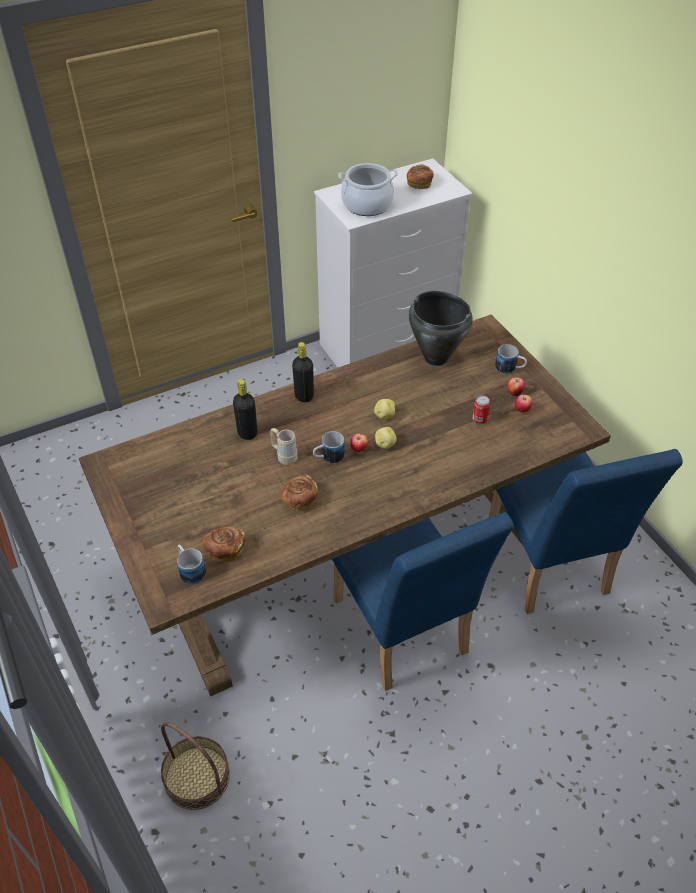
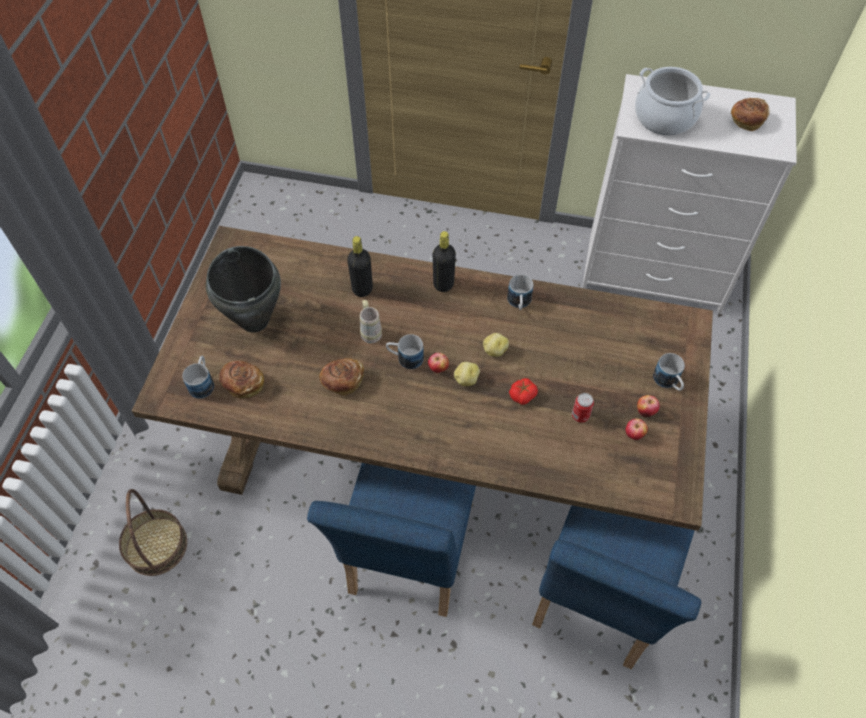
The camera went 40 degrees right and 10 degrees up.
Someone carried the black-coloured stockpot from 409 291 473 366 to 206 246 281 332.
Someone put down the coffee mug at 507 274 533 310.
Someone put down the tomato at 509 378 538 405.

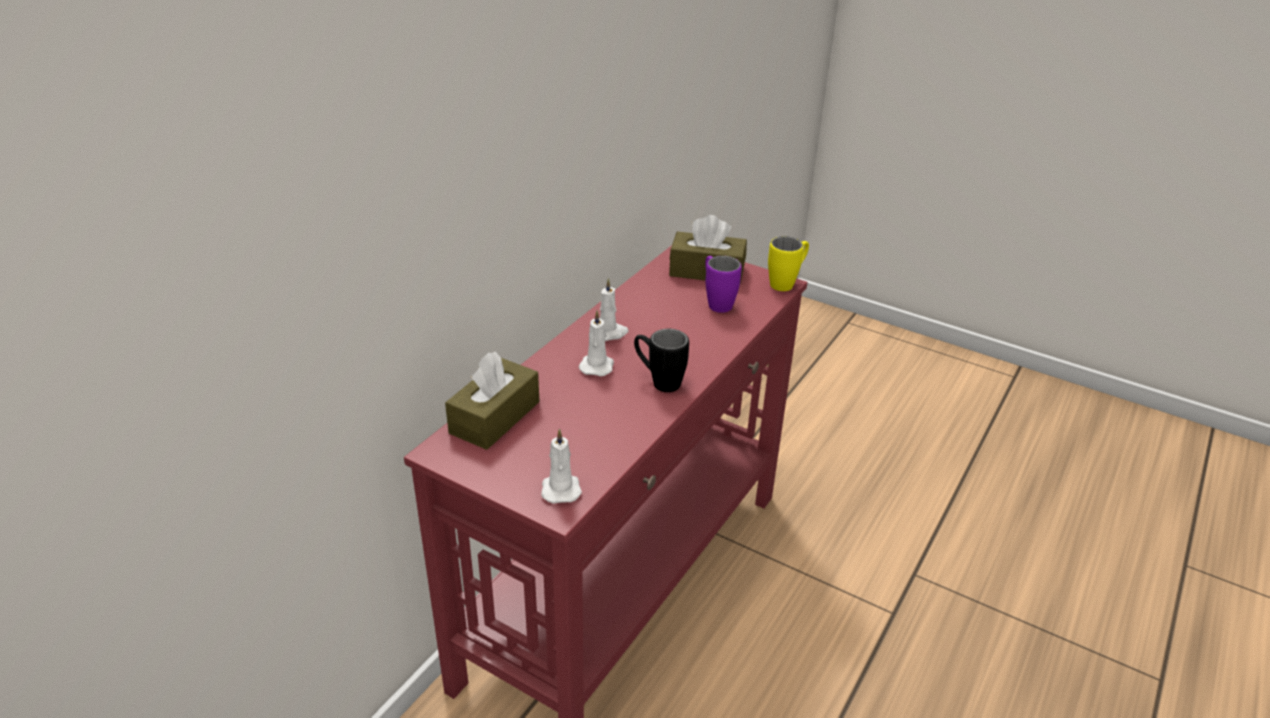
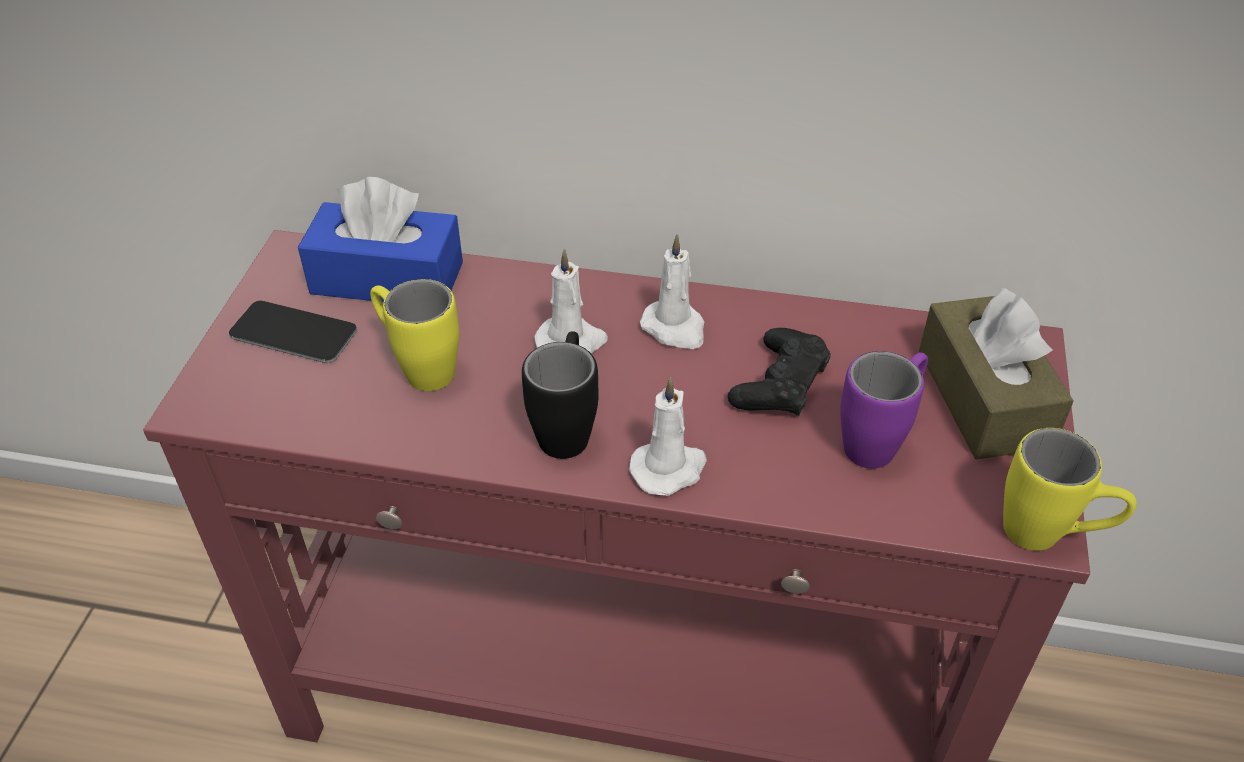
The camera went 70 degrees right and 10 degrees up.
Someone repainted the brownish tissue box at 445 352 539 450, which became the blue tissue box at 298 177 463 302.
Someone carried the white wax candle from 541 428 582 504 to 629 377 707 496.
Someone put down the handset at 229 301 357 363.
Someone put down the yellowish coffee mug at 370 279 459 391.
Someone put down the black-coloured gamepad at 728 328 831 416.

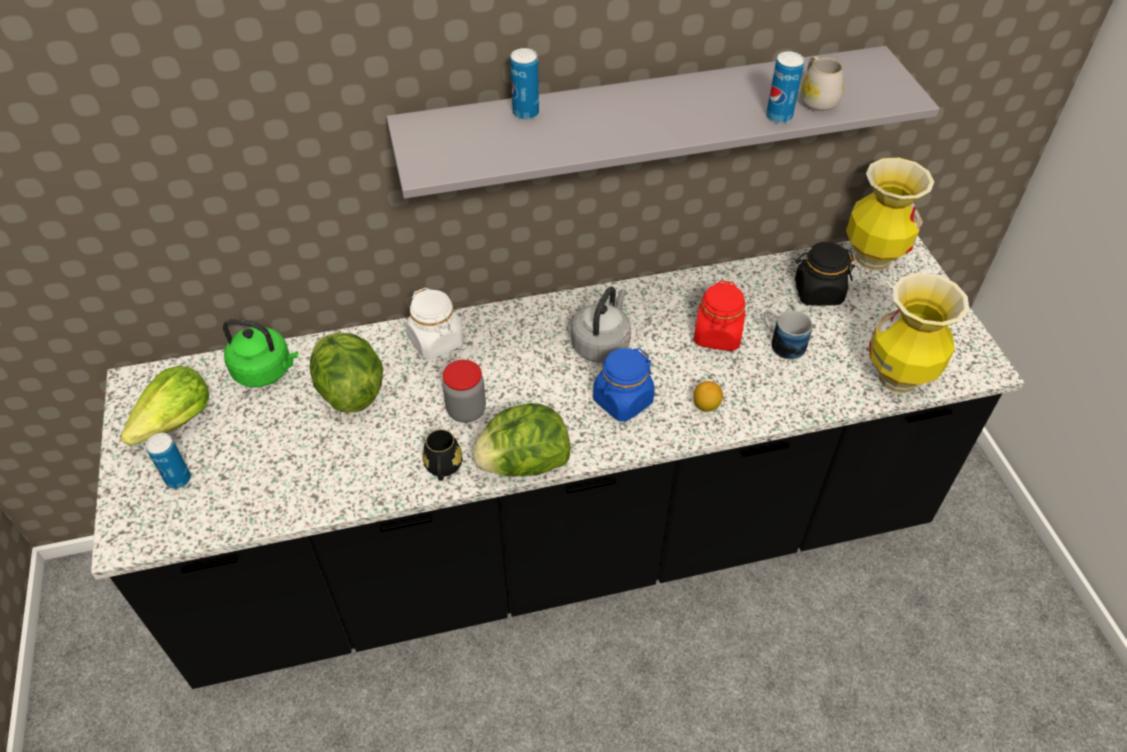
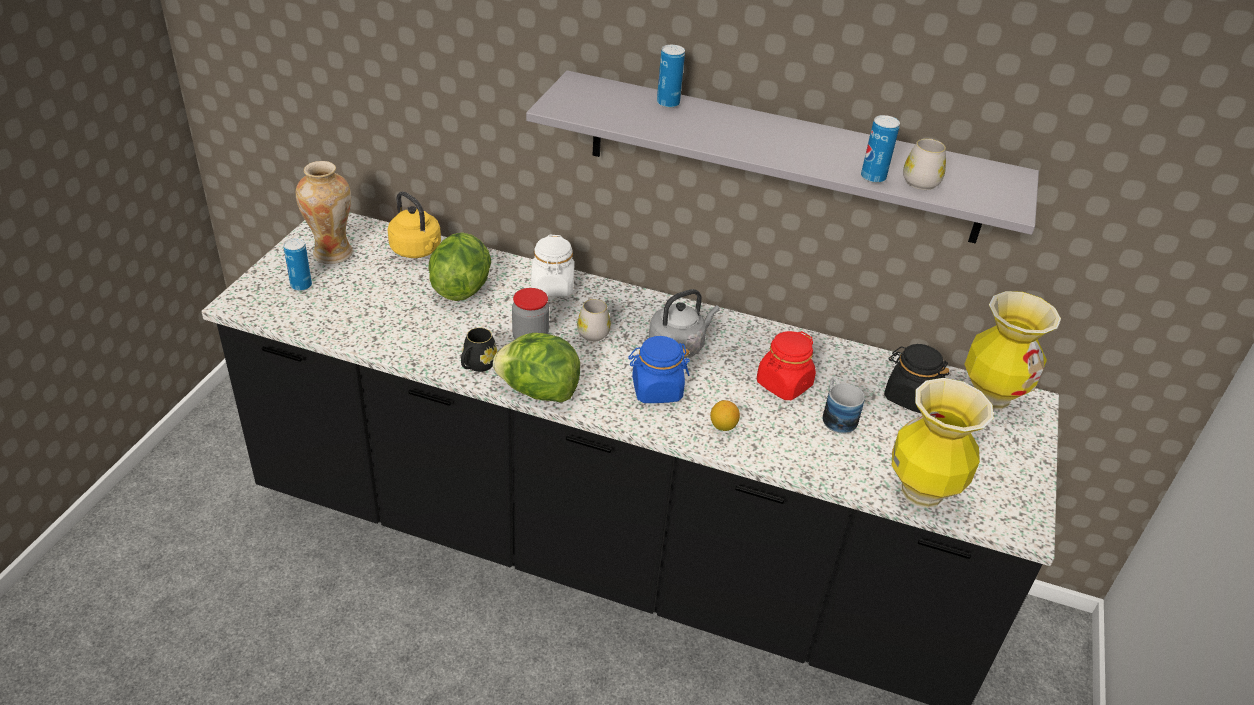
The camera went 30 degrees right and 10 degrees down.
Someone swapped the lettuce head at 120 365 209 446 for the vase at 296 161 353 264.
Someone repainted the green kettle at 223 319 298 387, which became the yellowish kettle at 388 191 441 258.
Someone put down the white coffee mug at 577 297 611 341.

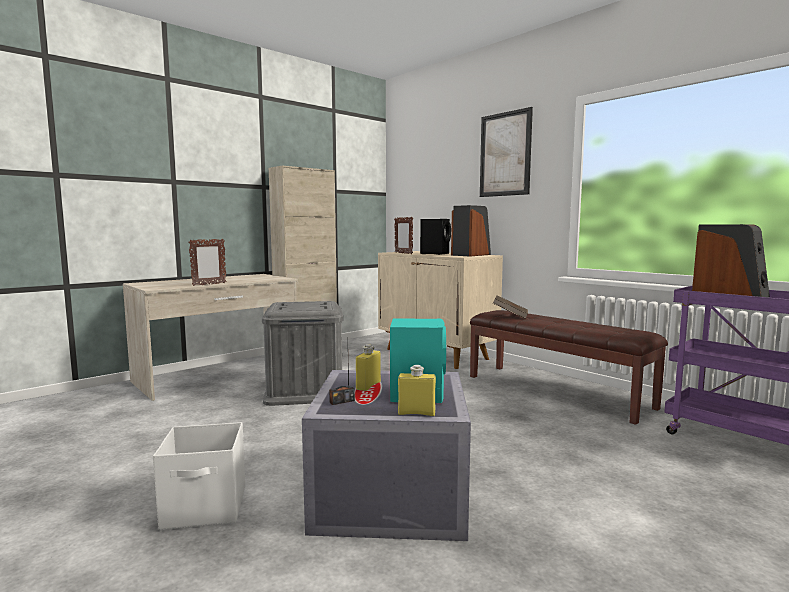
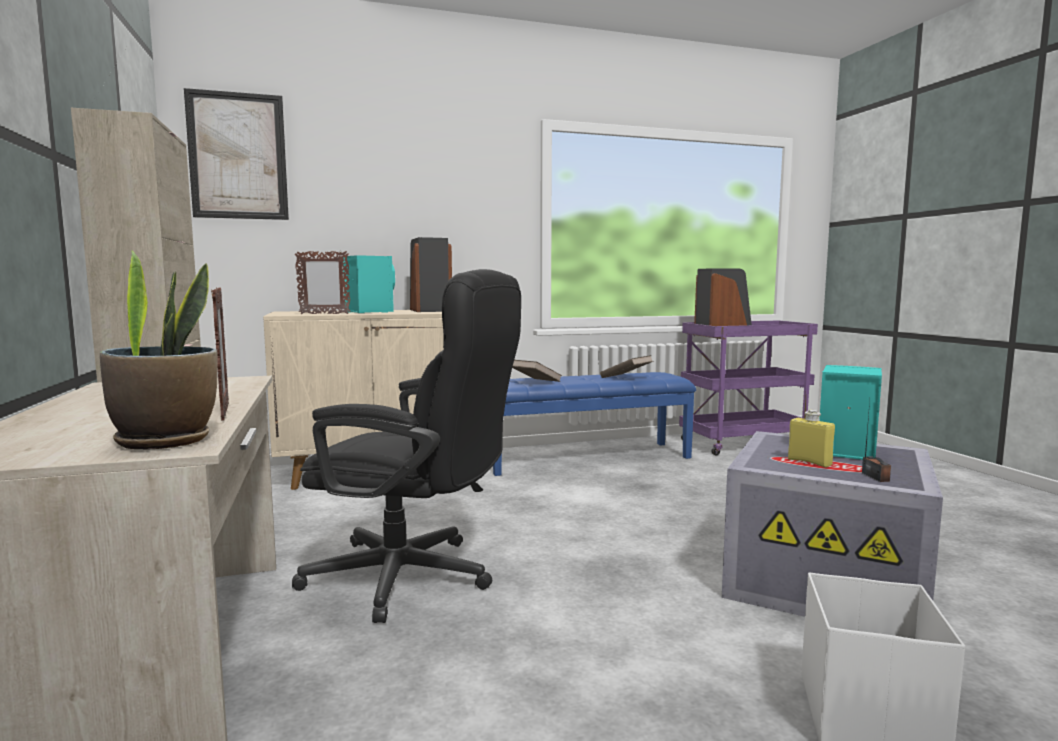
The camera went 65 degrees left and 0 degrees up.
Someone swapped the grey storage box at 262 301 343 406 for the black-coloured desk chair at 292 269 521 623.
Someone took away the yellowish bottle at 398 365 436 416.
Someone repainted the black-coloured loudspeaker at 420 219 451 255, which became the turquoise loudspeaker at 343 255 395 313.
Someone repainted the brownish indoor bench at 470 310 668 425, which became the blue indoor bench at 493 372 696 476.
Someone carried the picture from 480 107 533 197 to 184 88 289 220.
Someone put down the potted plant at 100 251 218 450.
Someone put down the brownish volume at 600 355 653 378.

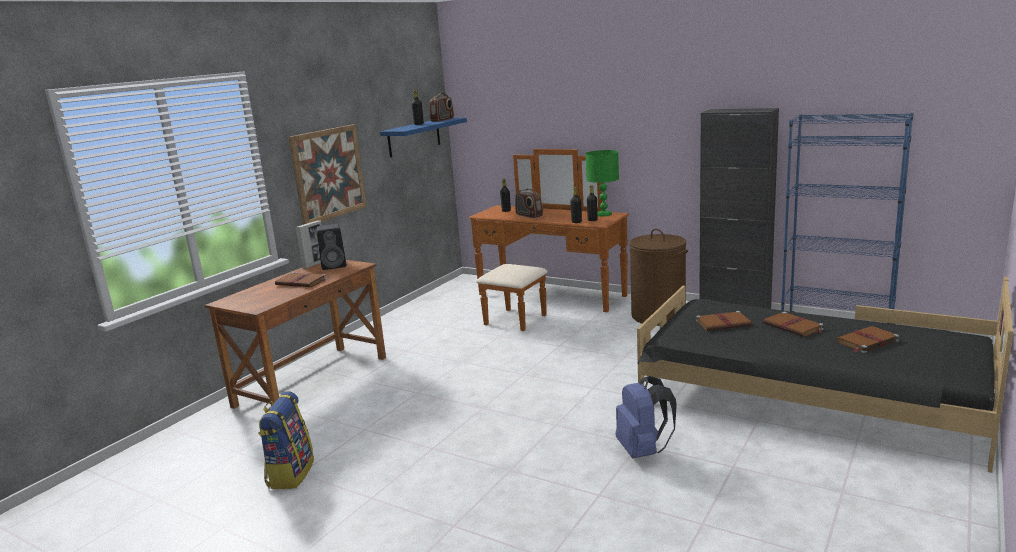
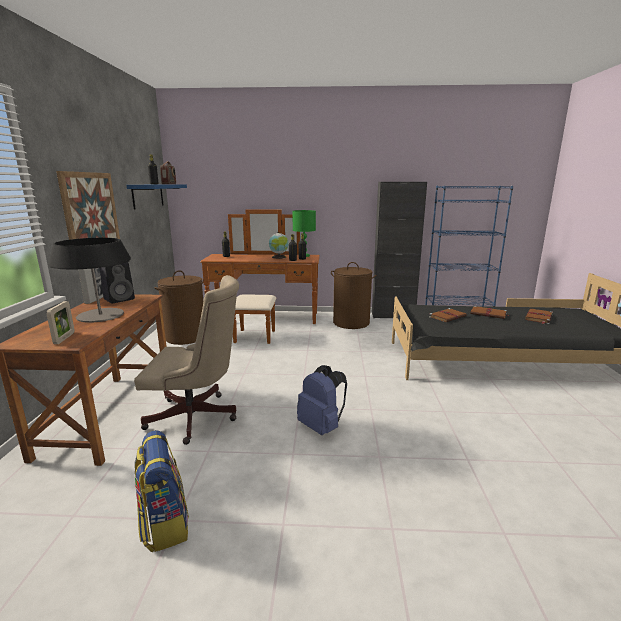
The camera went 30 degrees left and 0 degrees up.
Someone swapped the brownish volume at 275 272 327 287 for the table lamp at 48 238 131 323.
Someone took away the radio at 515 189 543 218.
Someone carried the blue rucksack from 615 376 677 459 to 297 365 347 435.
Someone put down the standing frame at 46 301 75 344.
Someone put down the sand-coloured desk chair at 134 275 239 445.
Someone put down the brownish washing basket at 155 270 204 345.
Someone put down the desk globe at 269 232 289 259.

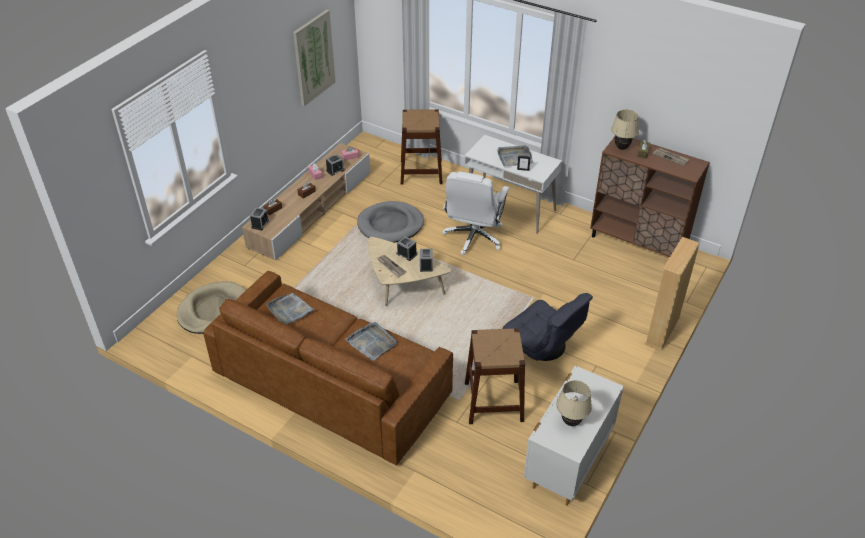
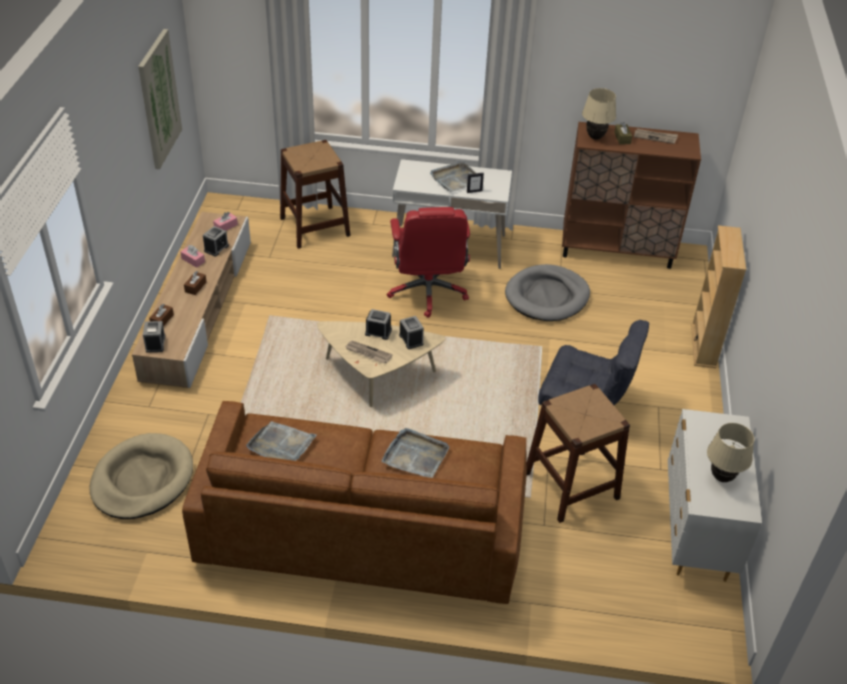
The camera went 25 degrees left and 0 degrees up.
Someone carried the grey pet bed from 357 201 424 242 to 505 264 590 321.
Someone repainted the white desk chair at 442 171 509 255, which became the reddish desk chair at 387 207 470 318.

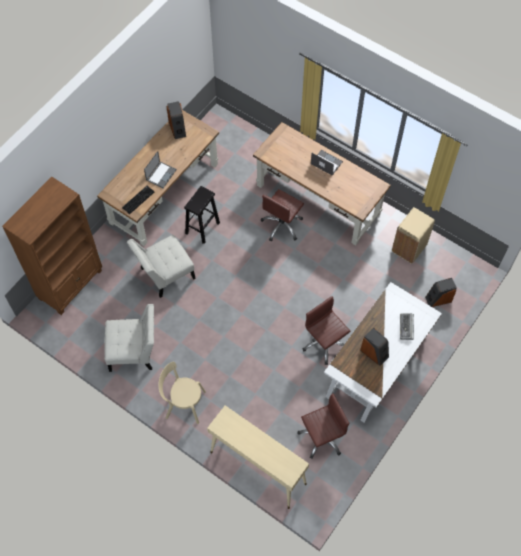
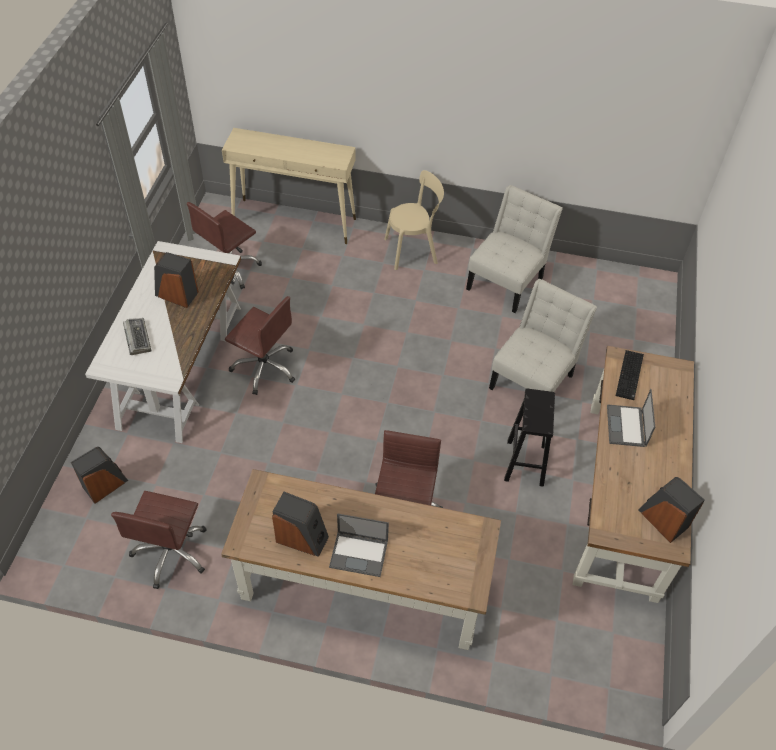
The camera went 155 degrees right and 10 degrees down.
Someone took away the brownish shelving unit at 2 177 102 315.
Someone rotated the white chair at 104 304 154 372 by 150 degrees clockwise.
Someone swapped the sand-coloured waste bin at 392 207 435 264 for the brownish desk chair at 111 491 207 589.
Someone put down the loudspeaker at 272 492 329 557.

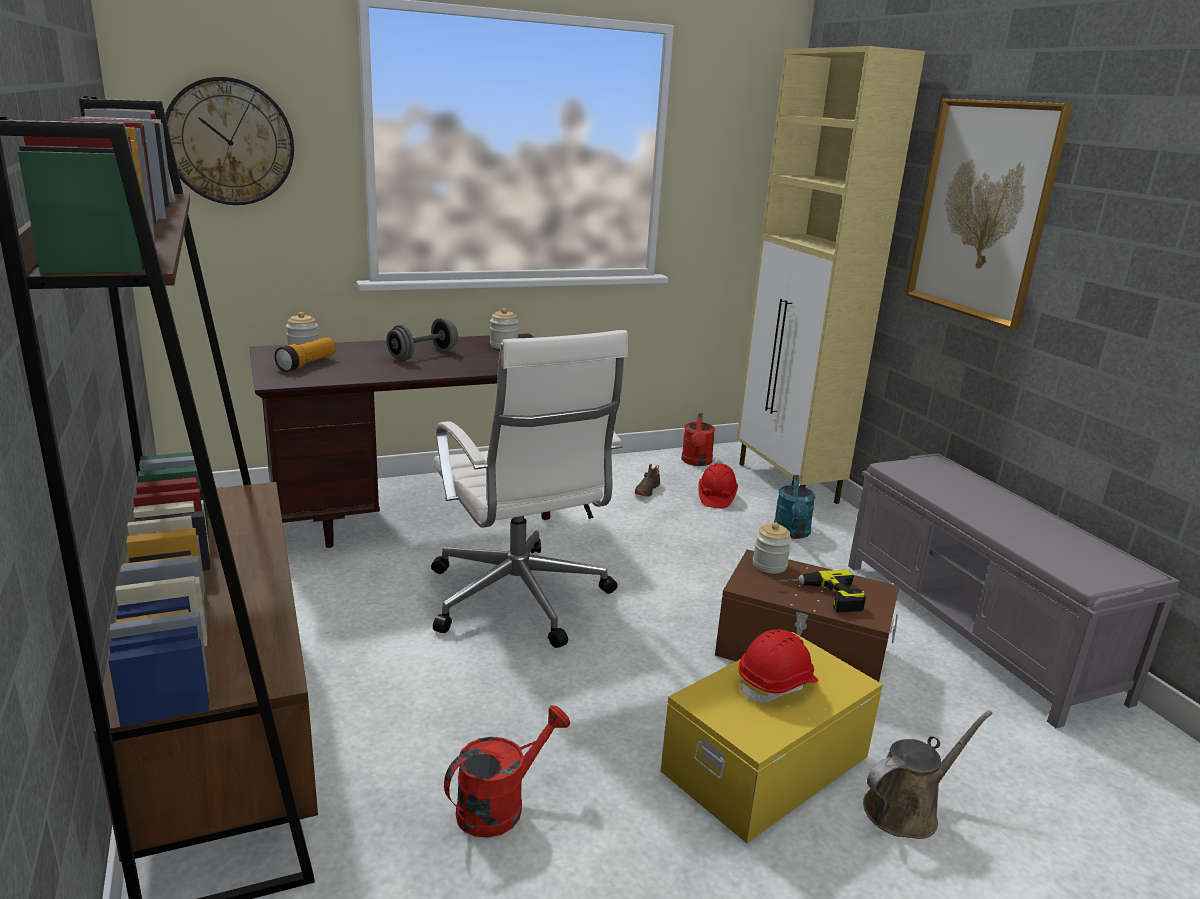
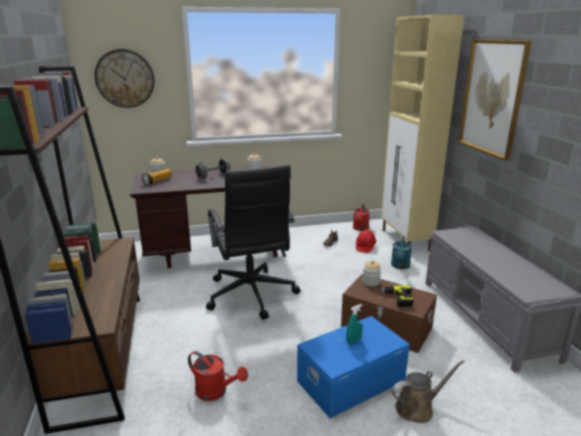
The camera went 10 degrees right and 0 degrees up.
Someone repainted the white desk chair at 431 330 628 648, which became the black-coloured desk chair at 206 165 301 320.
Someone rotated the reddish watering pot at 444 705 570 838 by 60 degrees clockwise.
Someone repainted the yellowish storage box at 661 632 883 843, which became the blue storage box at 297 316 410 418.
Someone swapped the reddish hard hat at 738 629 819 703 for the turquoise spray bottle at 347 304 363 344.

